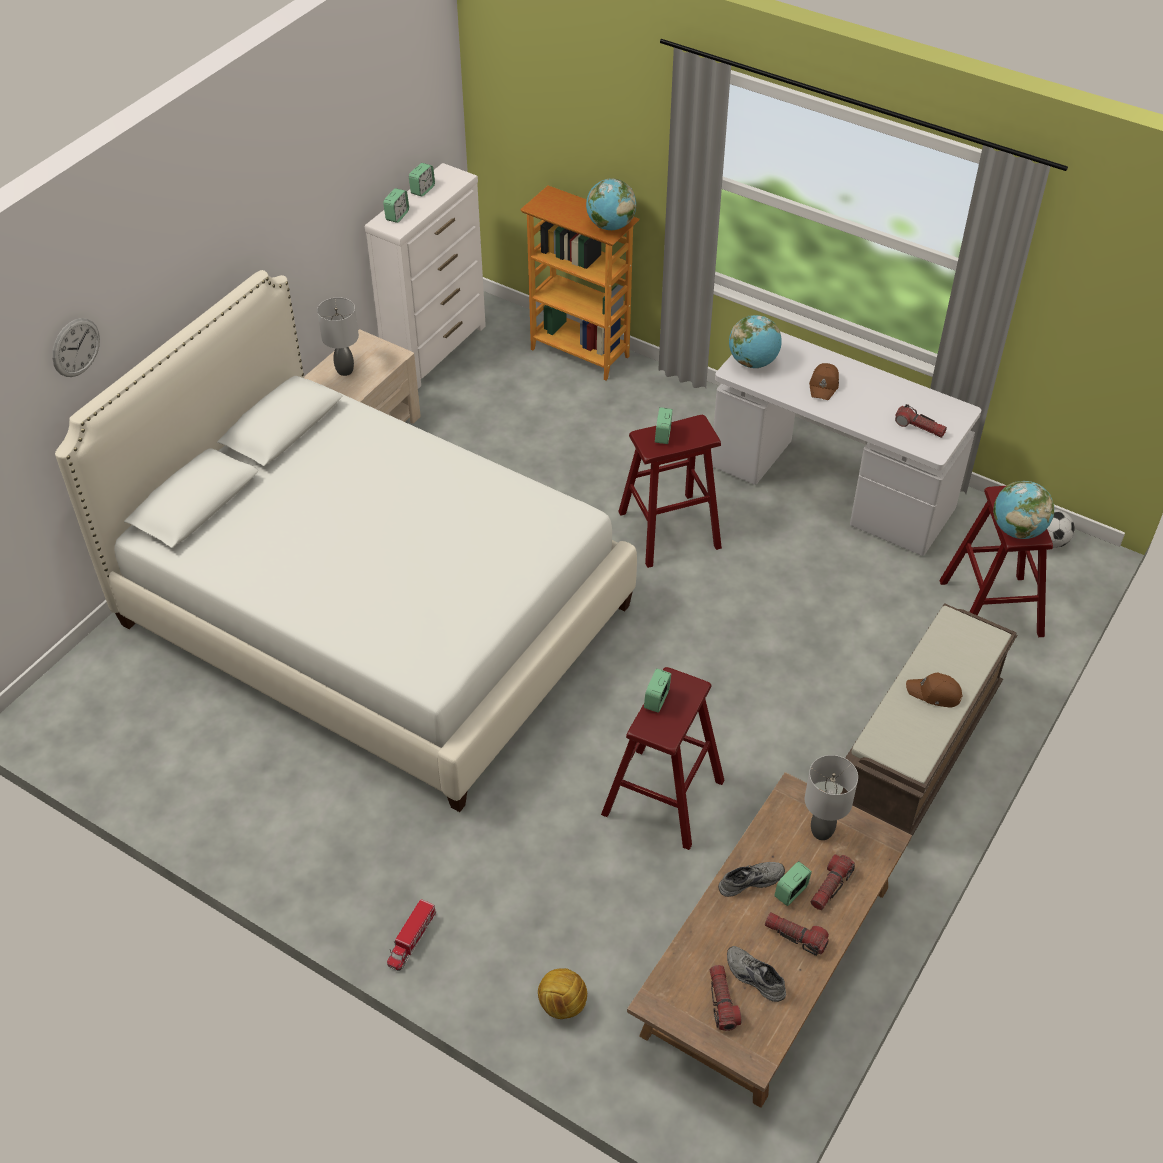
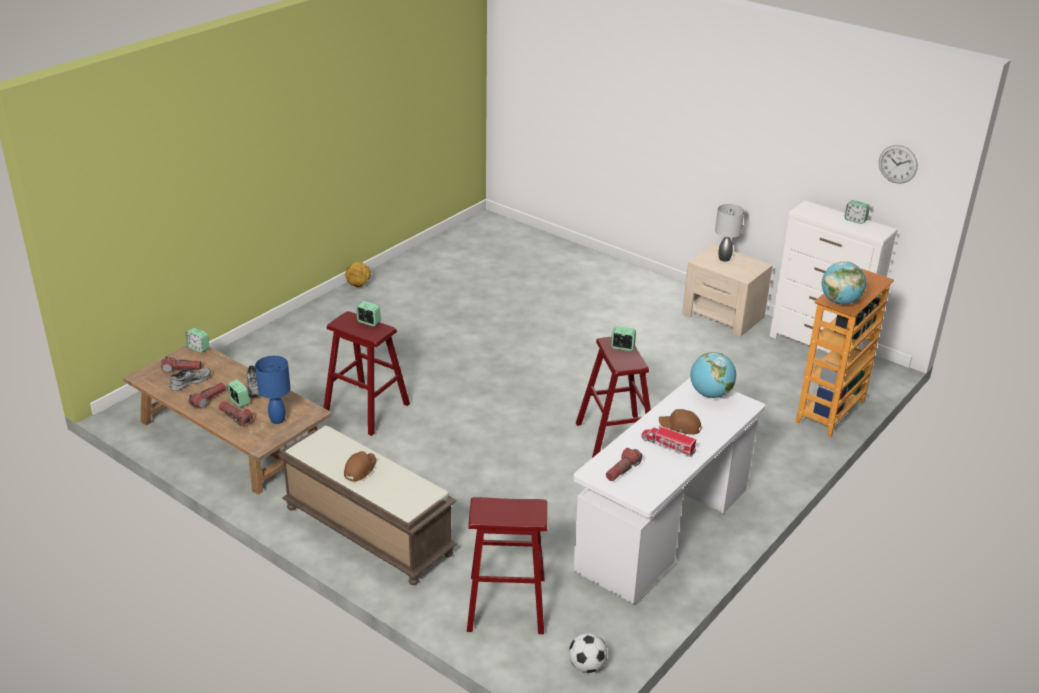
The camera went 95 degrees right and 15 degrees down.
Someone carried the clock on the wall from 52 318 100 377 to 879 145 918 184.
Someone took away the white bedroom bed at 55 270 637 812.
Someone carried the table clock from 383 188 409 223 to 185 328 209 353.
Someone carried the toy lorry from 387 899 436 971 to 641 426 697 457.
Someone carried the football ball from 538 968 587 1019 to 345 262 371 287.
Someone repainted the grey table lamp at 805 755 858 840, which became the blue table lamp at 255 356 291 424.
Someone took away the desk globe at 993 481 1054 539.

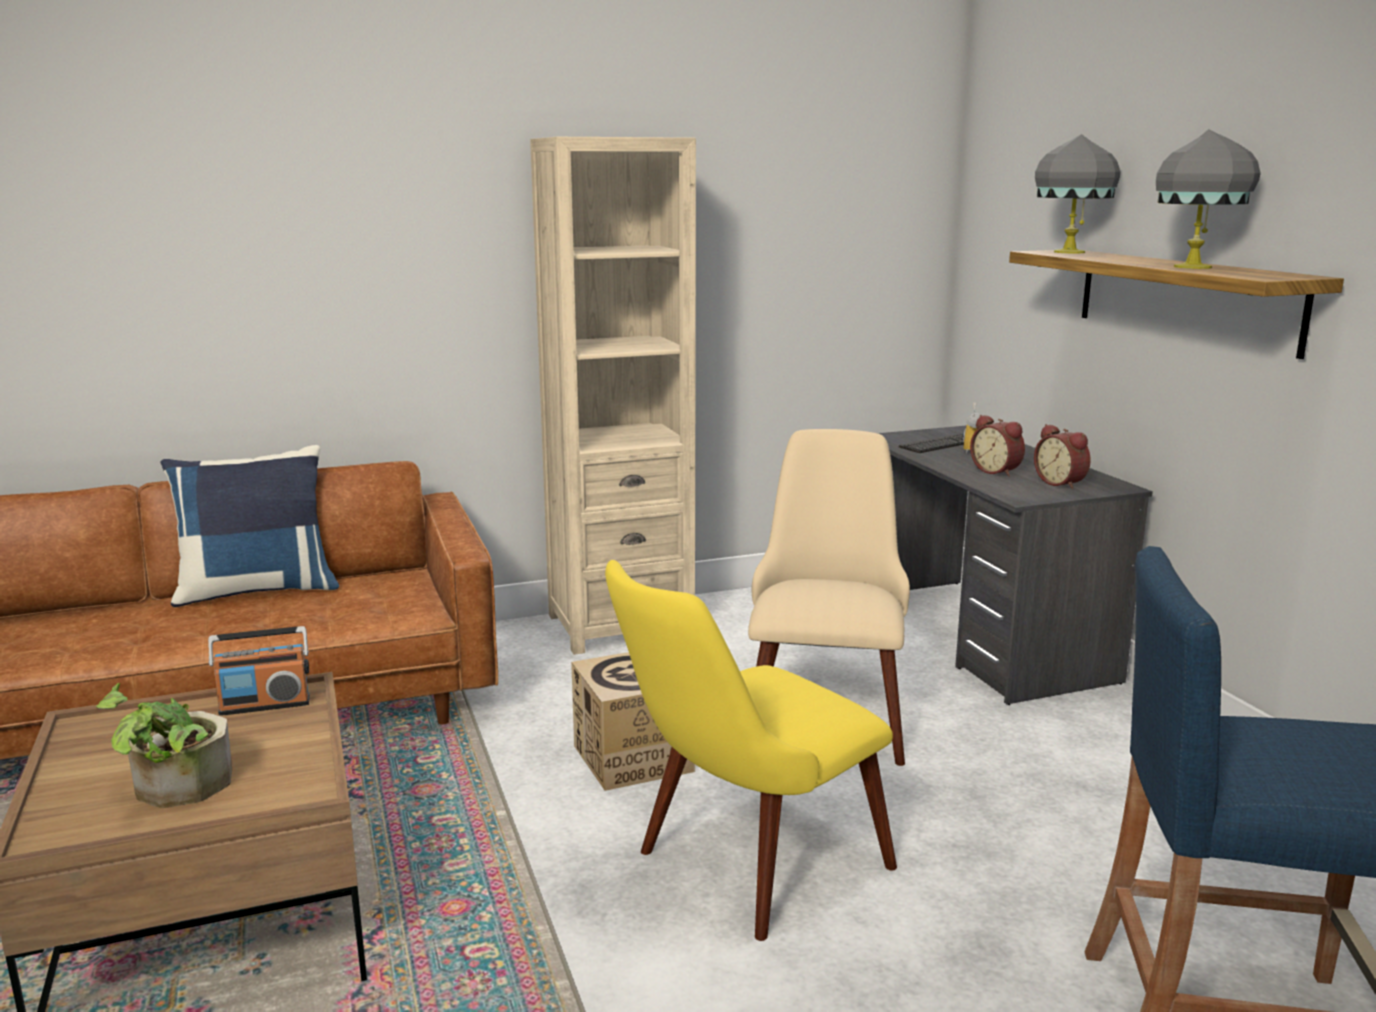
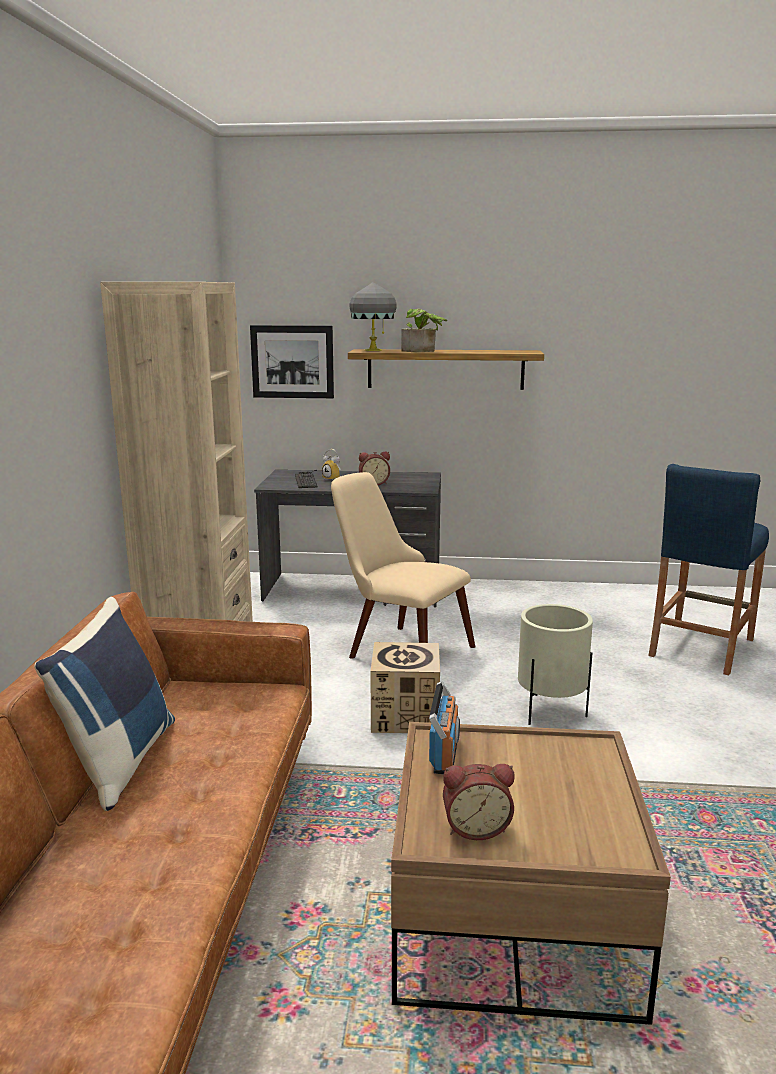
The camera went 65 degrees left and 0 degrees up.
Someone carried the potted plant from 96 683 232 808 to 401 309 447 352.
Someone swapped the yellowish chair at 605 560 897 941 for the sand-coloured flower pot at 518 604 593 725.
Someone carried the table clock from 1034 424 1091 489 to 443 764 514 840.
Someone took away the grey table lamp at 1156 129 1261 269.
Someone put up the picture at 250 325 334 398.

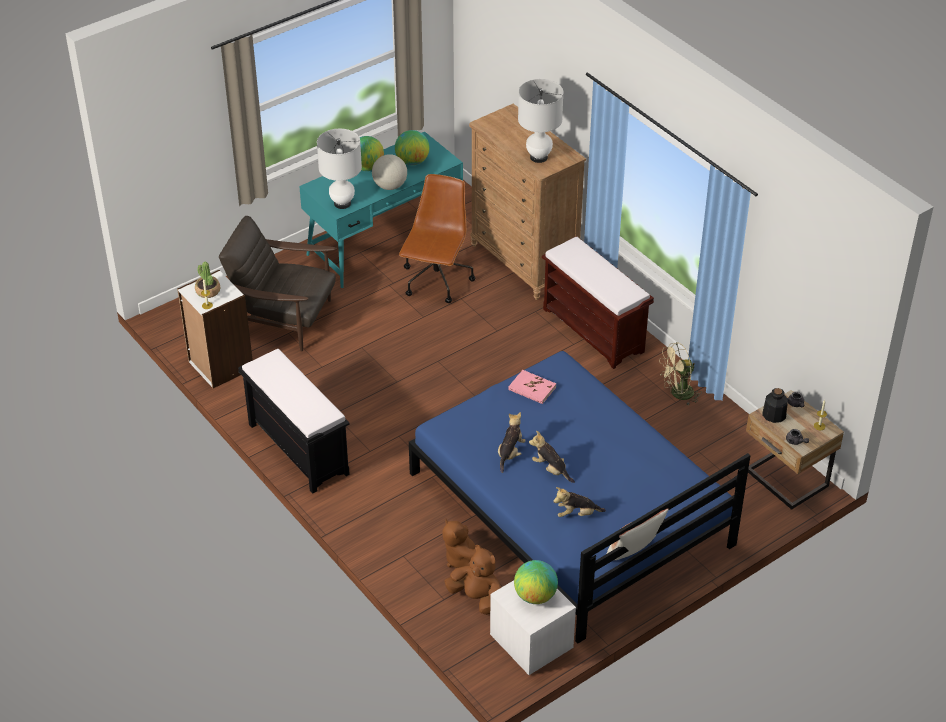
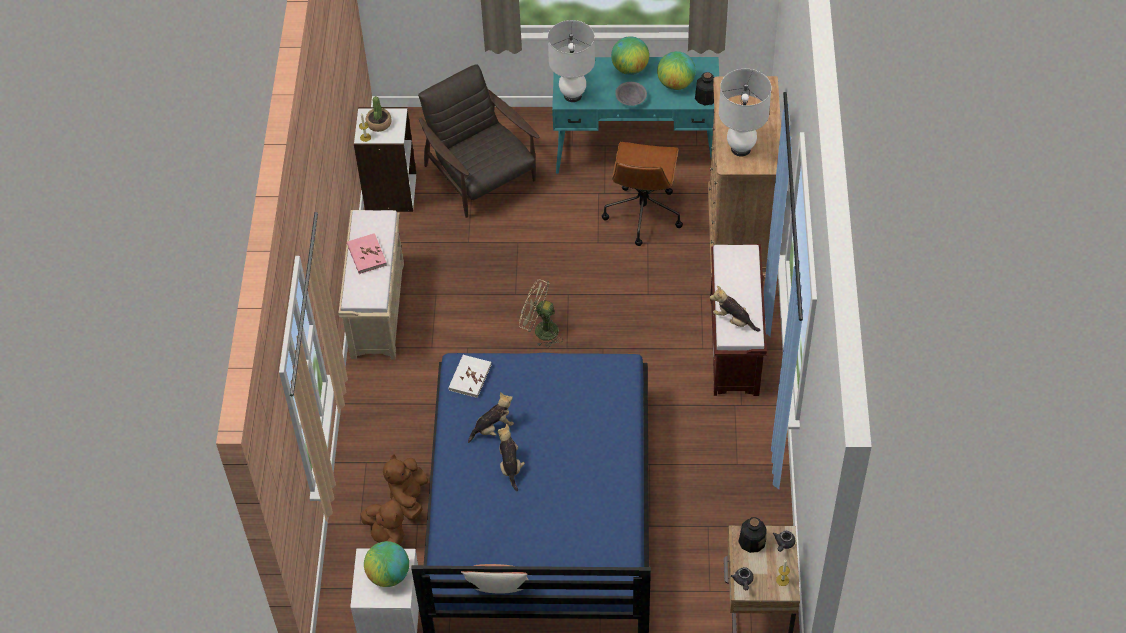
The camera went 40 degrees right and 10 degrees up.
Someone repainted the black-coloured indoor bench at 238 349 350 494, which became the sand-coloured indoor bench at 339 210 404 359.
Someone swapped the desk globe at 372 154 407 190 for the grey deep dish at 615 82 647 106.
Someone rotated the brownish desk chair at 399 174 476 303 by 135 degrees clockwise.
Someone carried the pink-coloured volume from 508 370 556 404 to 347 233 387 274.
Someone carried the cuddly toy from 553 487 606 517 to 710 286 760 332.
Someone carried the sand-coloured fan from 659 342 702 405 to 519 279 562 348.
Someone put down the white volume at 448 355 491 398.
Someone put down the bottle at 695 72 714 105.

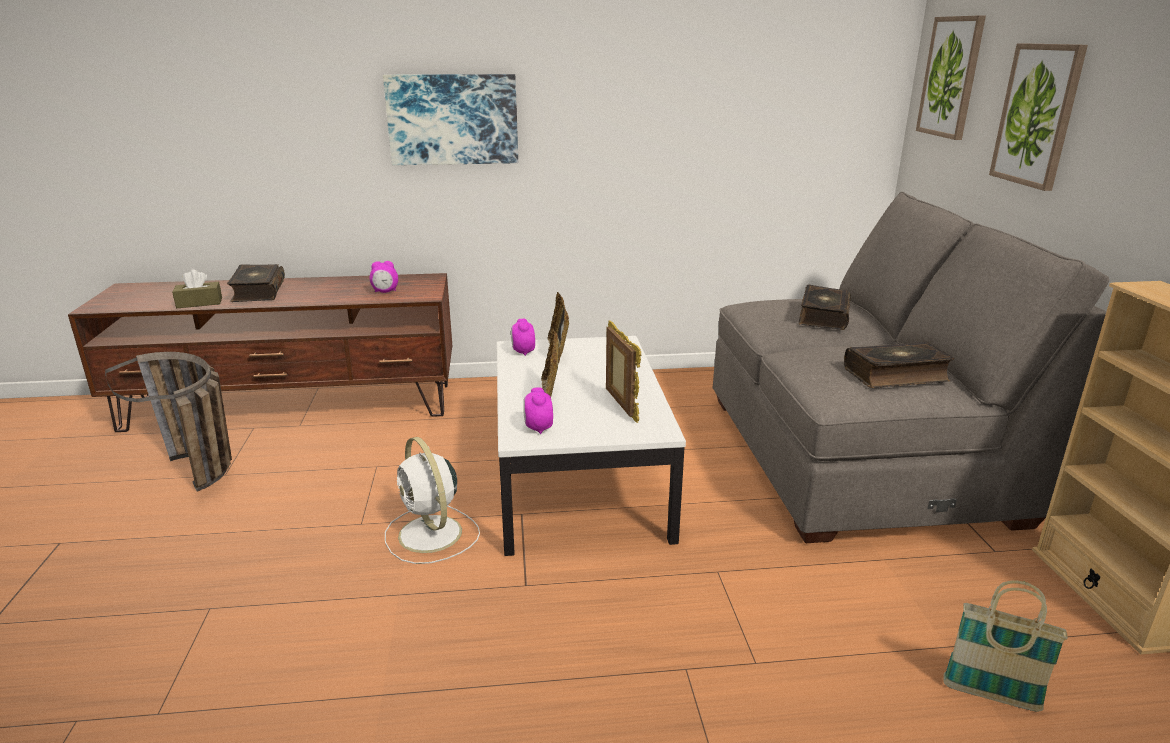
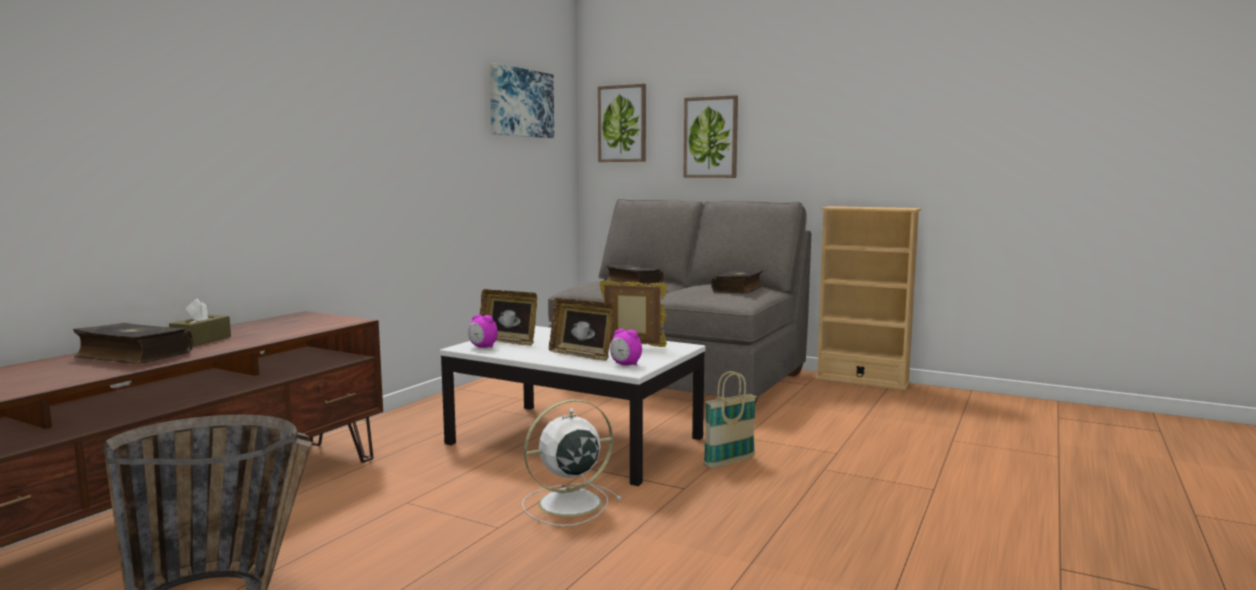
The camera went 55 degrees left and 15 degrees down.
Someone carried the brownish tissue box from 172 269 222 308 to 169 299 231 347.
Someone took away the table clock at 370 261 398 293.
Someone carried the picture from 383 74 518 165 to 490 63 554 138.
Someone rotated the white fan at 385 437 480 564 by 150 degrees clockwise.
Someone carried the basket from 944 581 1068 712 to 703 371 757 468.

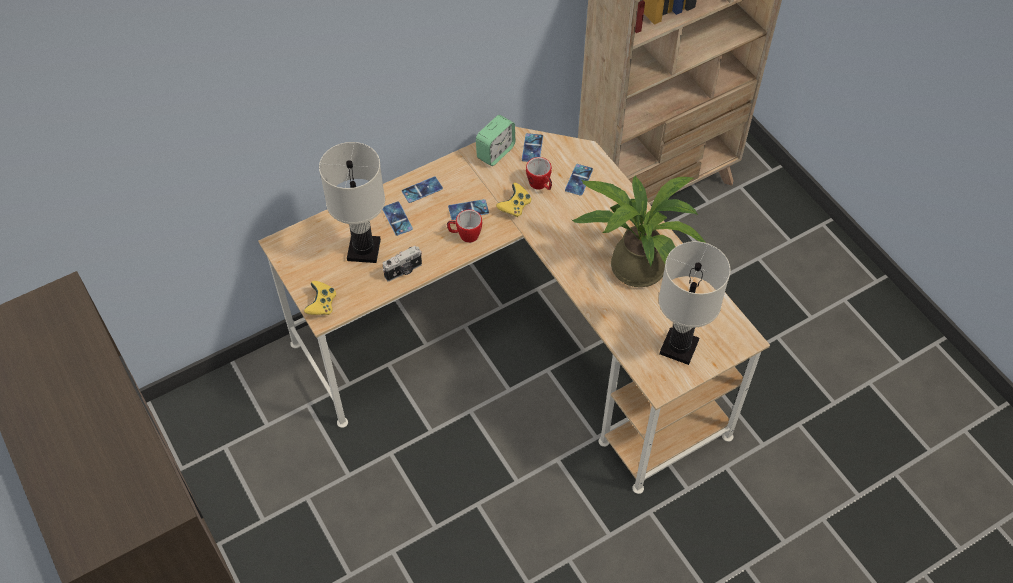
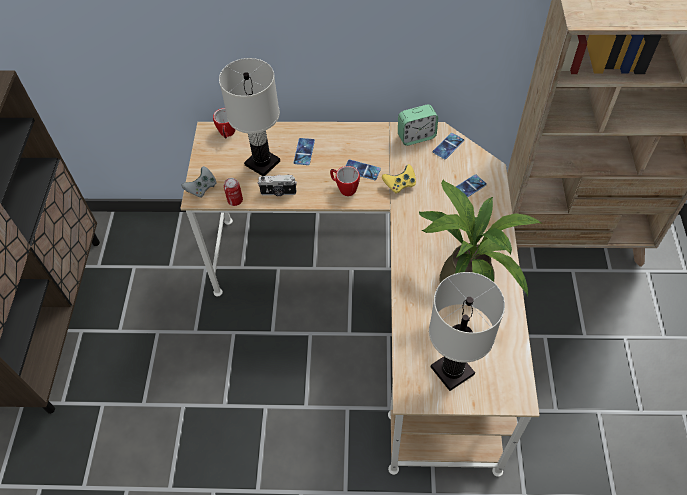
The camera went 35 degrees right and 0 degrees up.
Someone repainted the yellowish gamepad at 304 281 336 315, which became the grey gamepad at 181 166 217 198.
Someone took away the handset at 402 176 443 203.
Someone carried the coffee mug from 526 157 552 190 to 213 108 235 139.
Someone put down the metal can at 224 178 243 206.

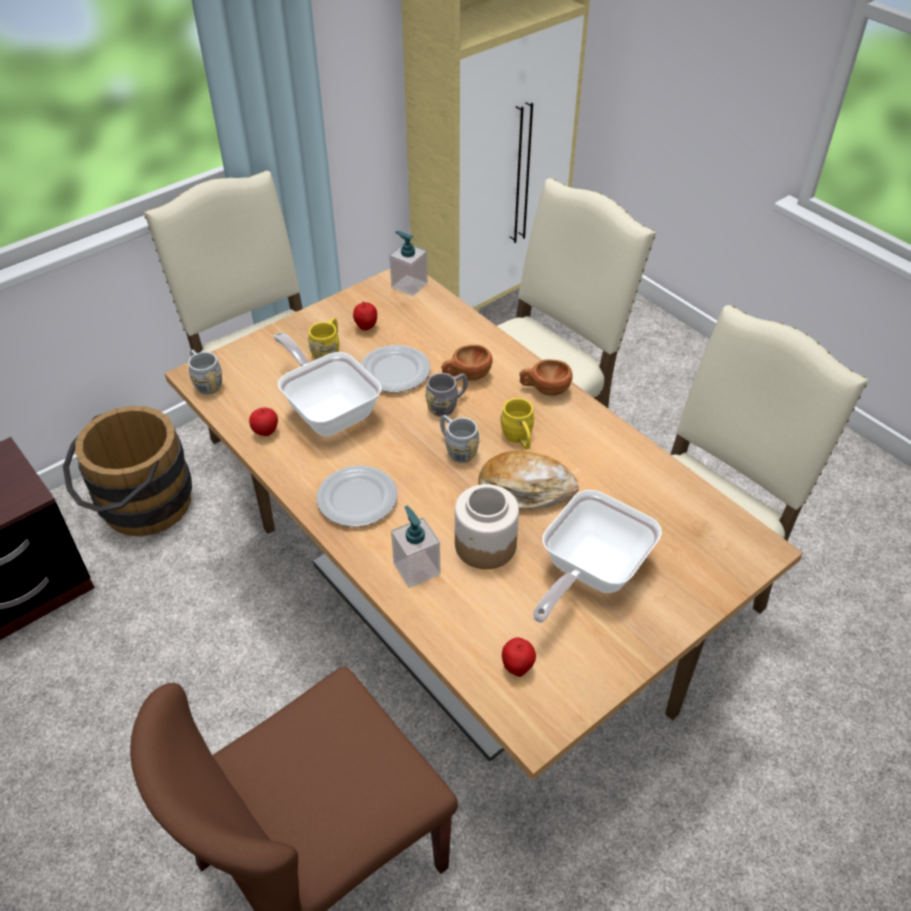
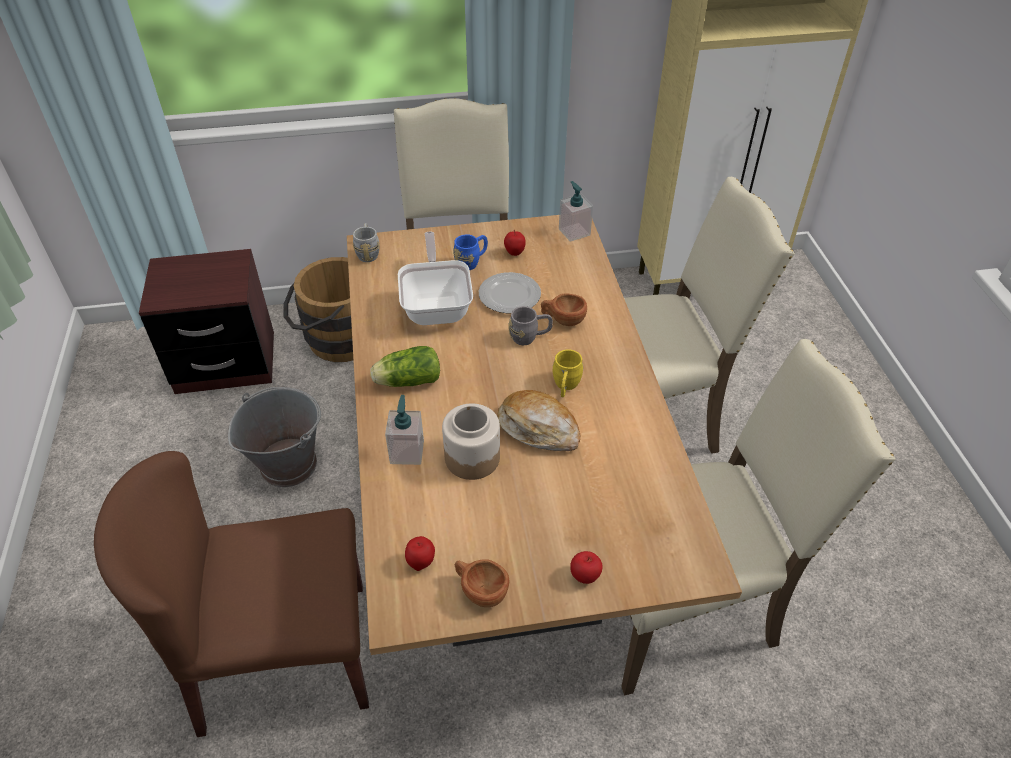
The camera went 30 degrees right and 0 degrees up.
Someone carried the apple from 249 408 278 436 to 570 551 602 584.
Someone repainted the yellowish coffee mug at 308 318 339 360, which became the blue coffee mug at 453 234 488 270.
Someone swapped the plate at 317 466 398 527 for the lettuce head at 370 346 440 387.
Someone took away the grey coffee mug at 440 415 480 463.
Someone carried the brownish cup from 520 359 572 396 to 455 559 510 607.
Someone took away the skillet at 533 490 662 623.
Someone put down the grey water bucket at 228 387 321 487.

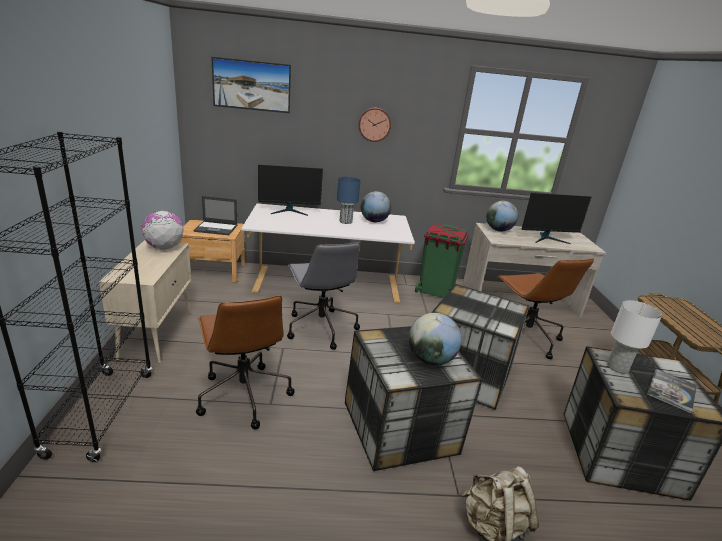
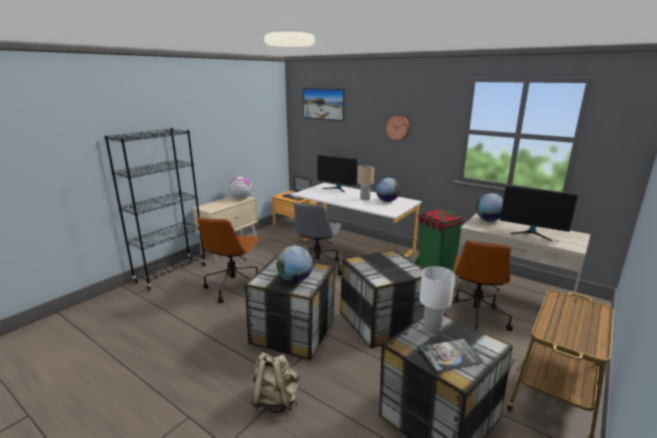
The camera went 40 degrees right and 5 degrees down.
Someone repainted the blue table lamp at 337 177 361 224, which became the sand-coloured table lamp at 358 165 374 200.

